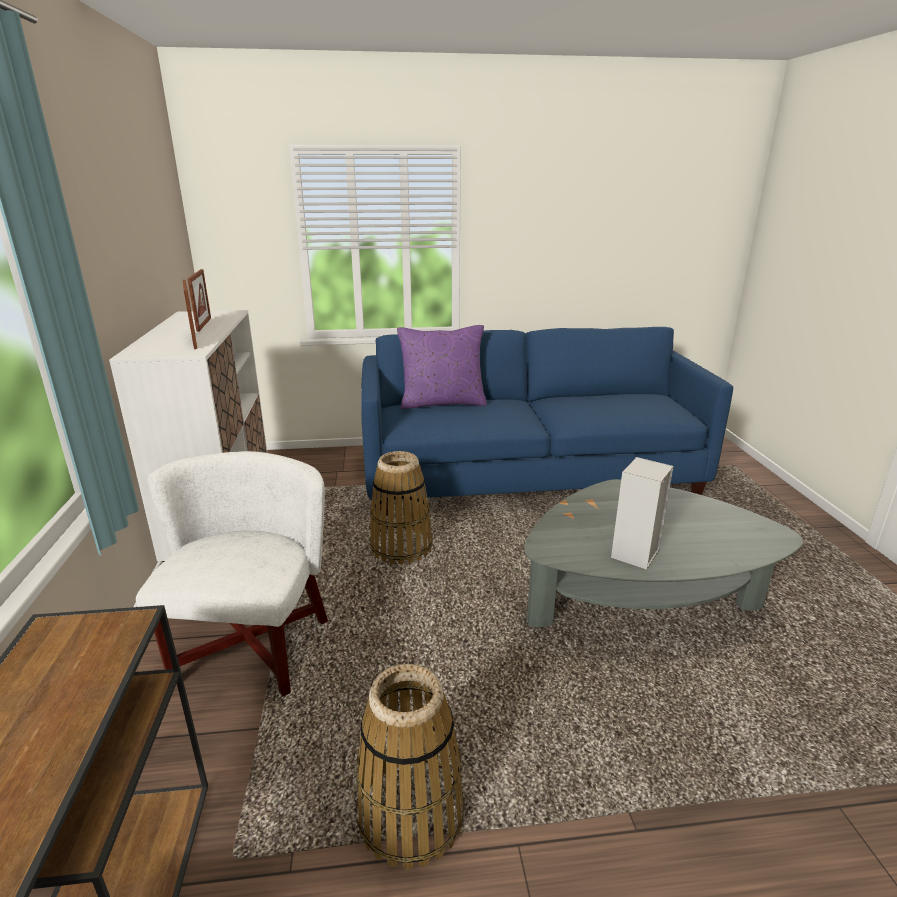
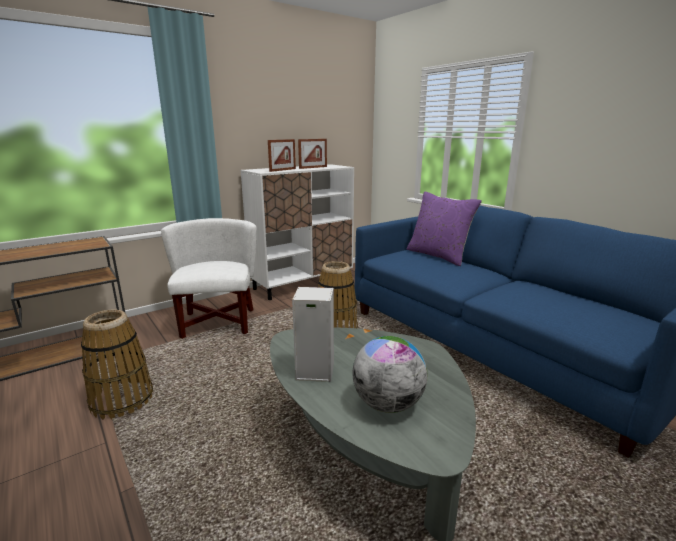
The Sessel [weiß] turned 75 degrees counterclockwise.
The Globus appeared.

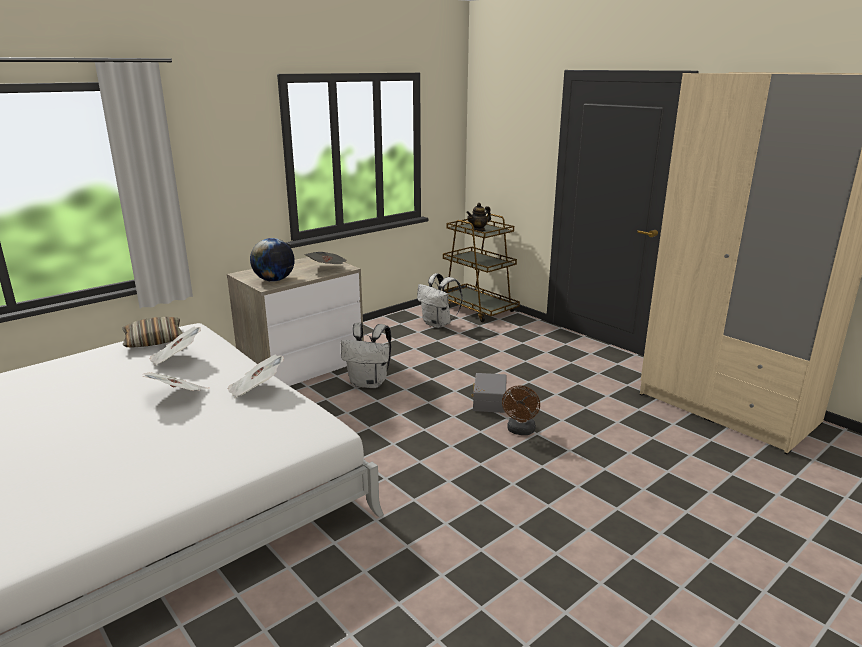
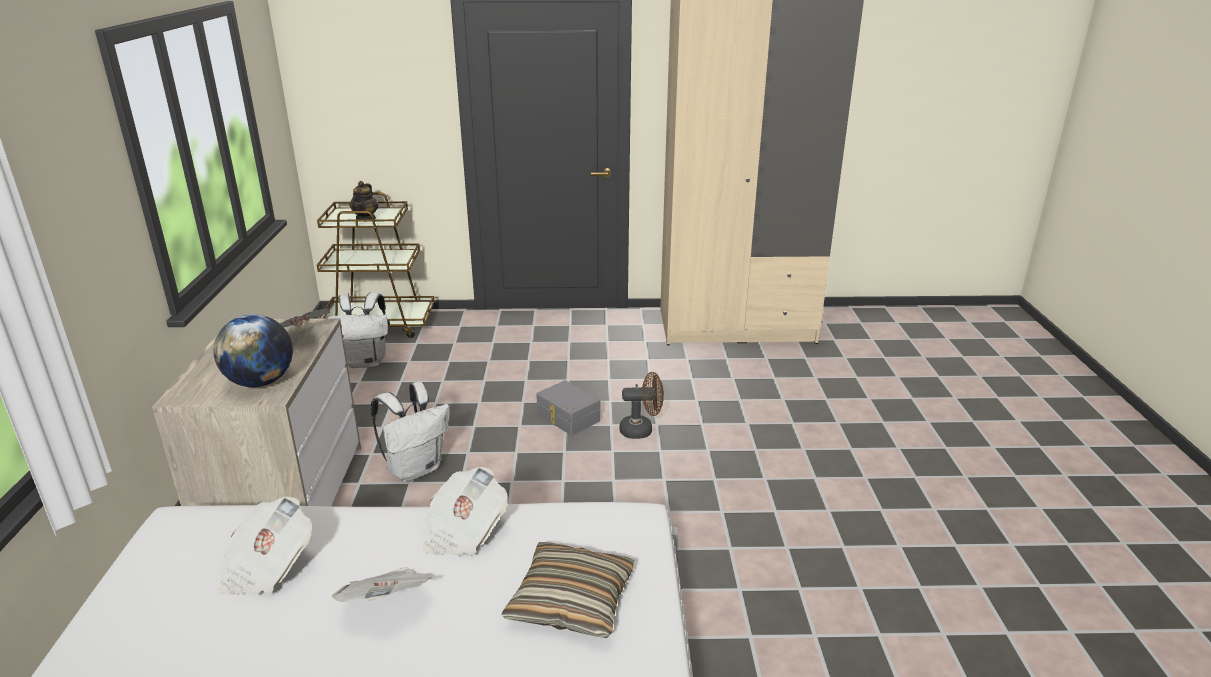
The Kissen moved.
The Ventilator [braun] turned 60 degrees counterclockwise.

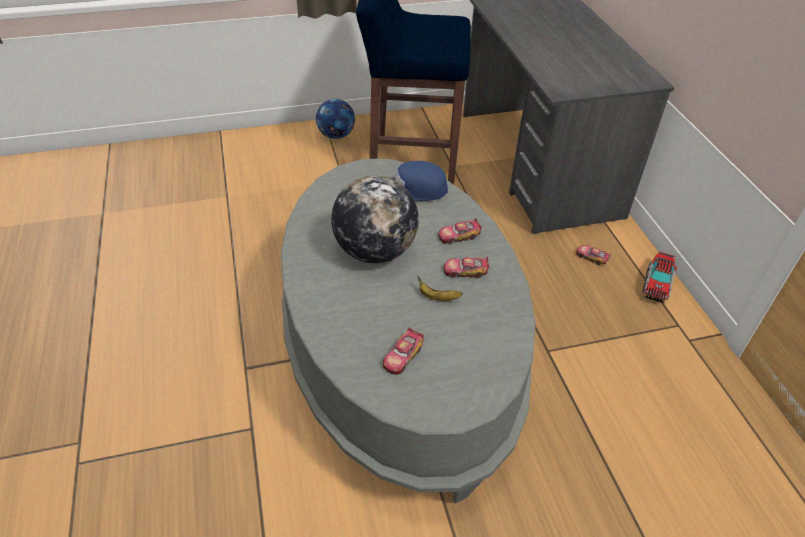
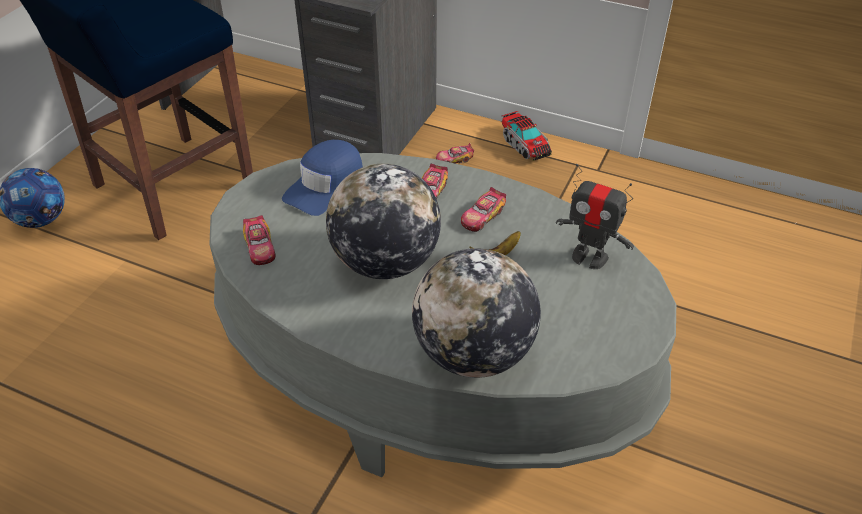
The Spielzeugauto (1st from left) moved.
The Globus (2nd from left) appeared.
The Spielzeugroboter appeared.

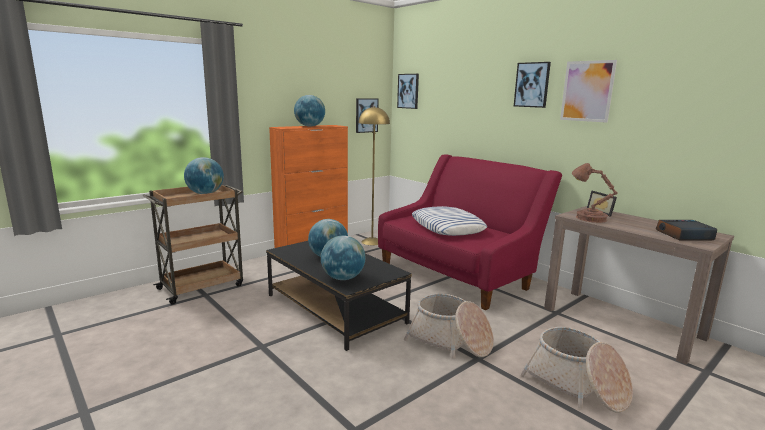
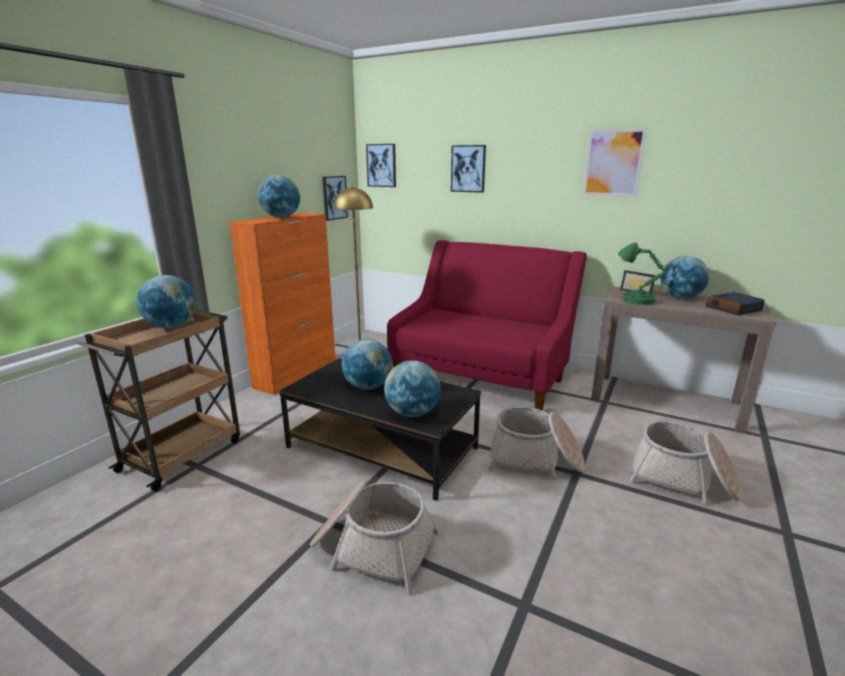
The Kissen disappeared.
The Bild (3rd from left) moved.
The Tischlampe [braun] became the Tischlampe [grün].
The Korb (1st from left) appeared.
The Globus (5th from left) appeared.

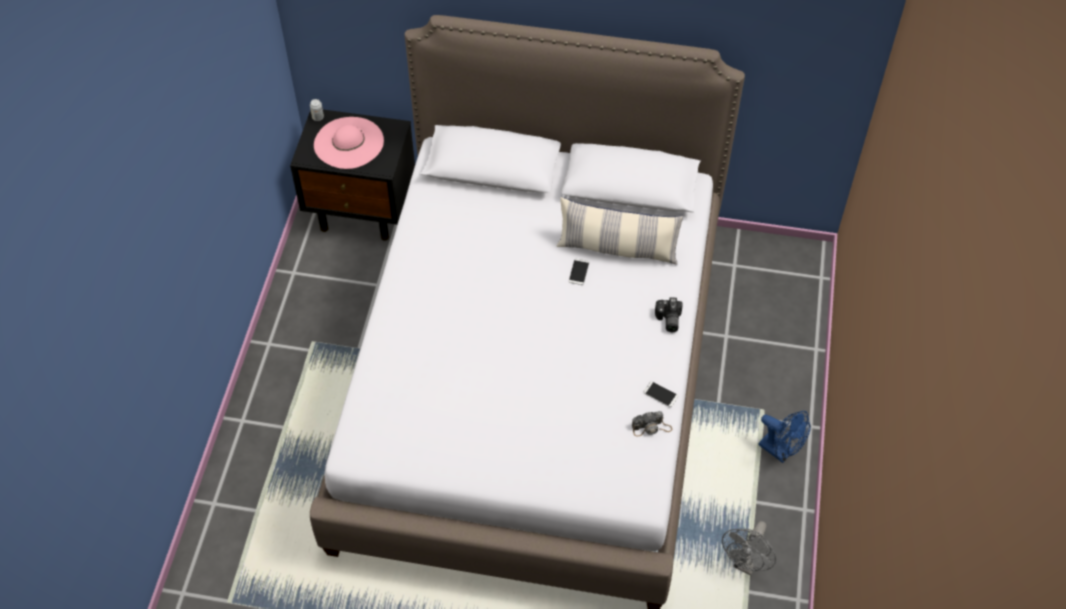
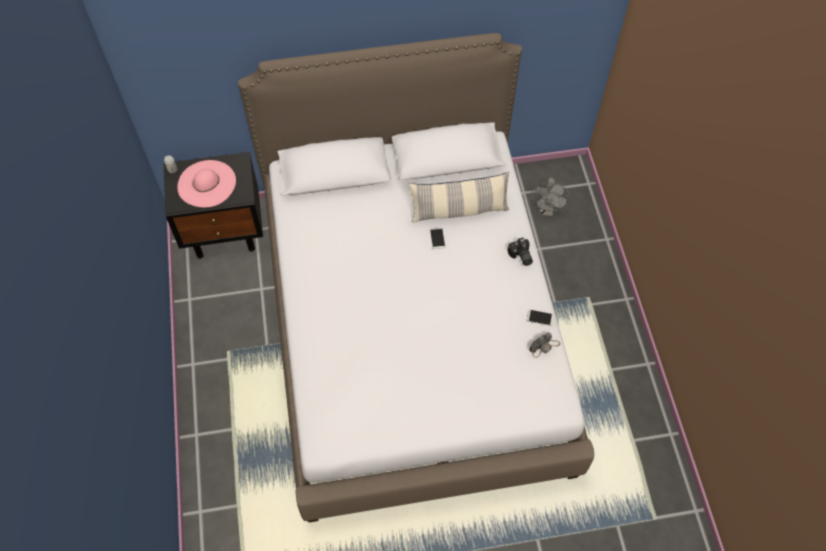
The Ventilator [grau] moved.
The Ventilator [blau] disappeared.

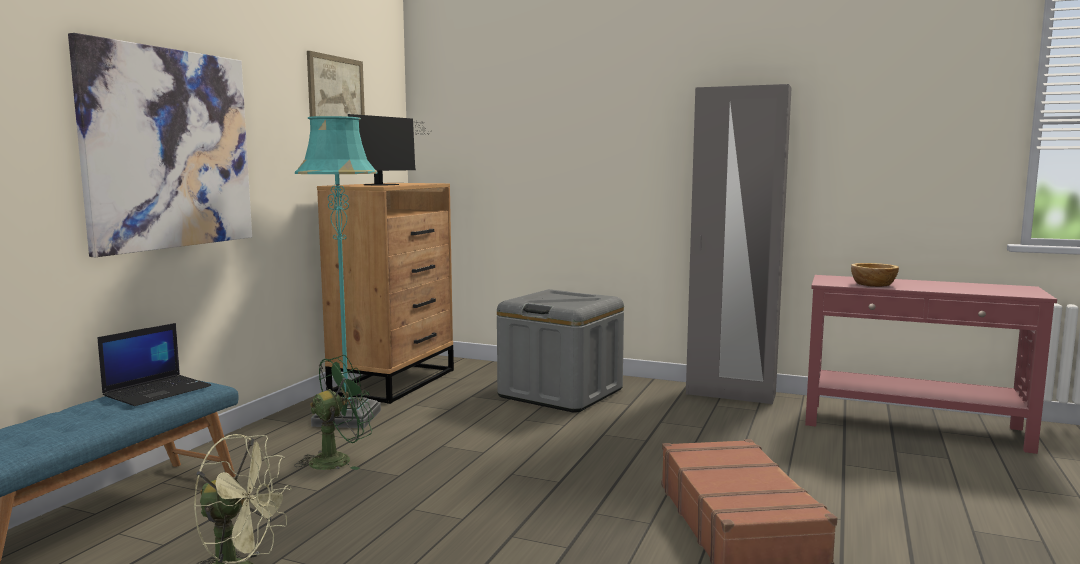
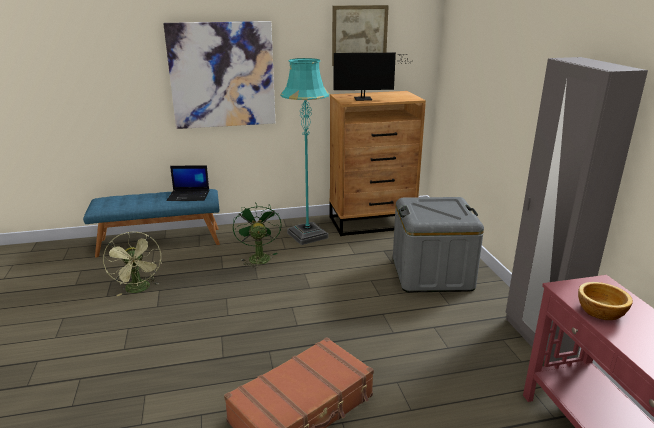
The Ventilator [grün] (2nd from left) turned 120 degrees counterclockwise.

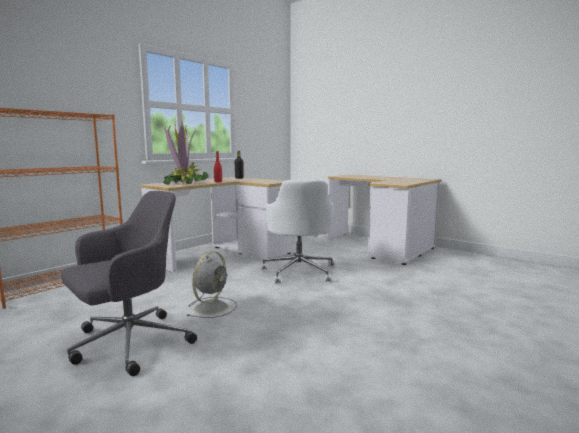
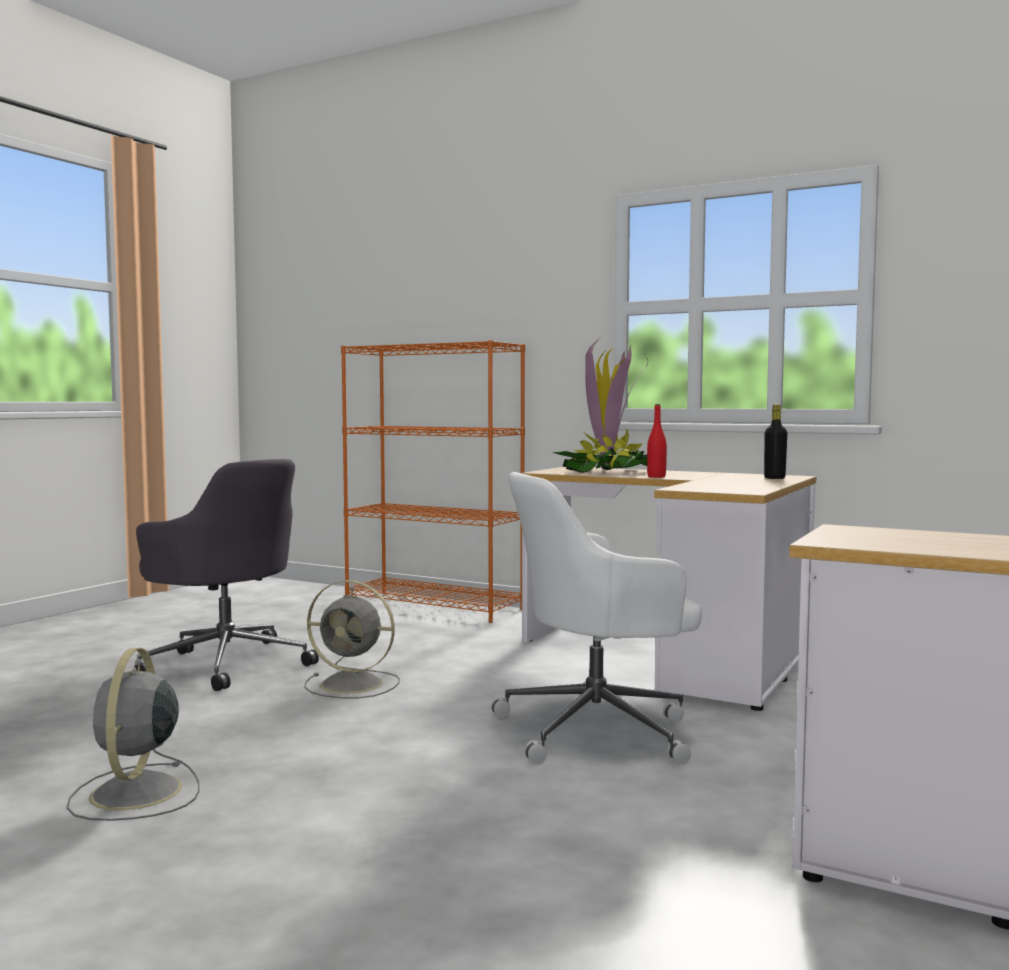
The Ventilator [grau] (1st from left) appeared.

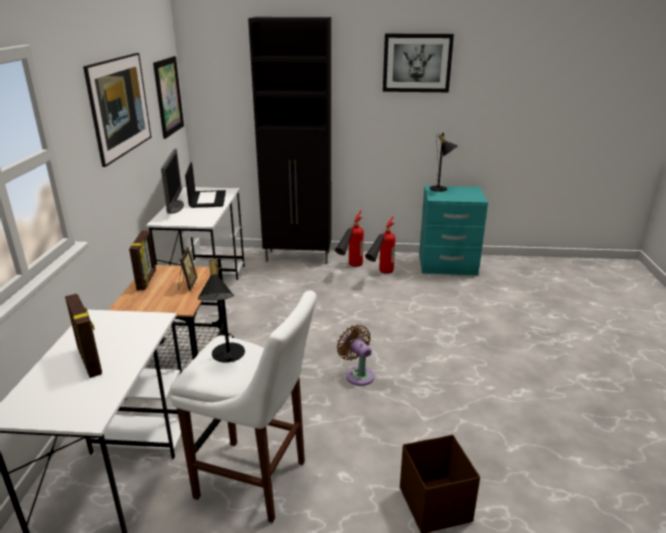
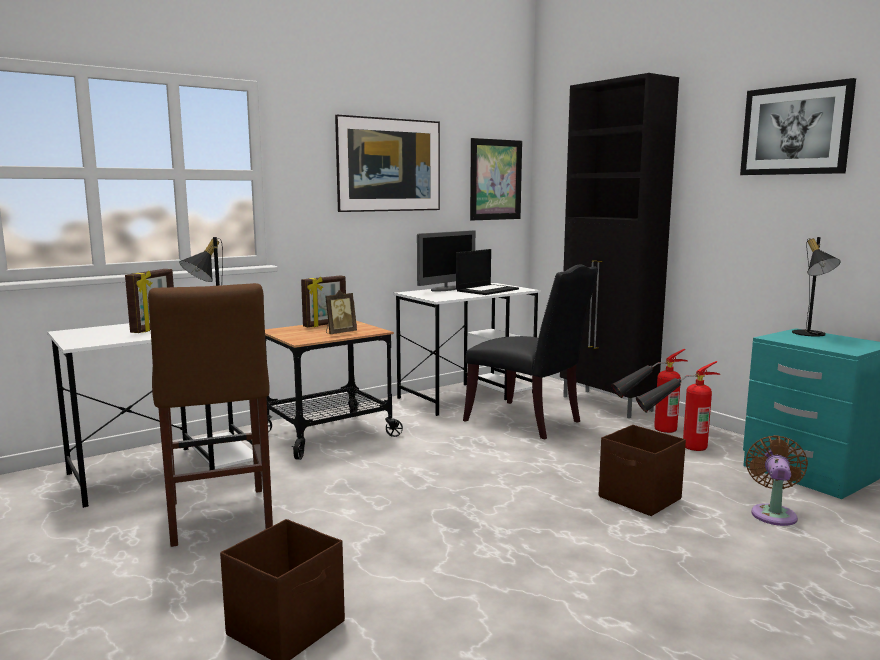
The Hocker [weiß] became the Hocker [braun].
The Ventilator [braun] moved.
The Stuhl [schwarz] appeared.
The Aufbewahrungsbox [braun] (2nd from left) appeared.

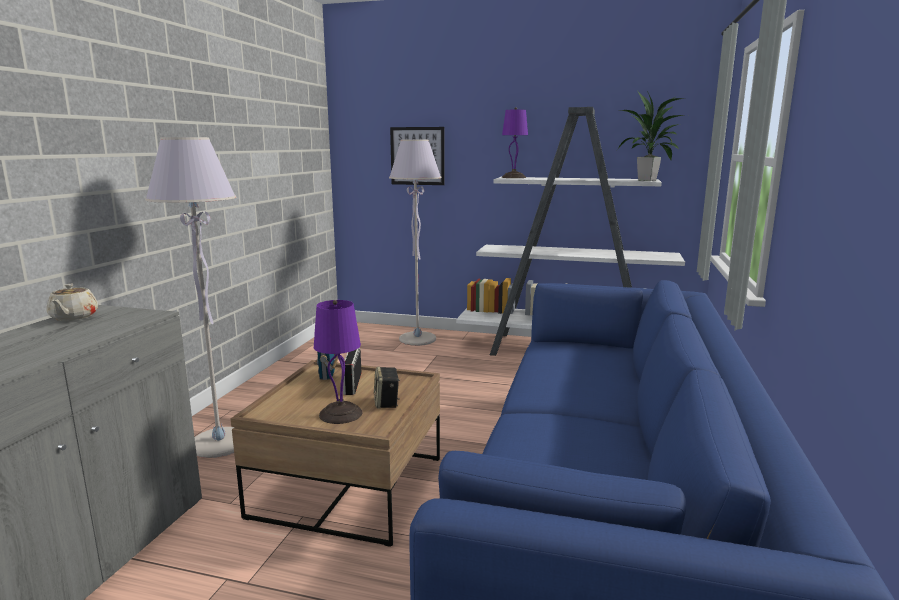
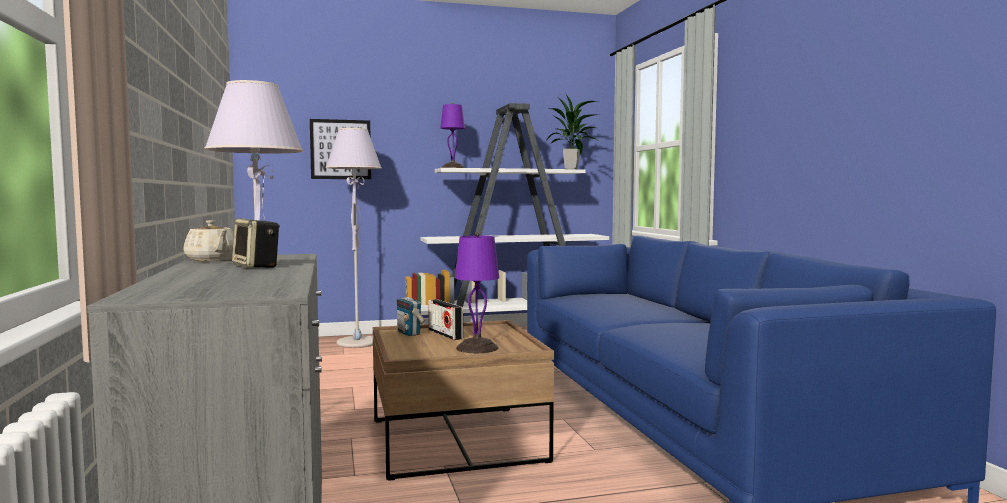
The Lautsprecher moved.

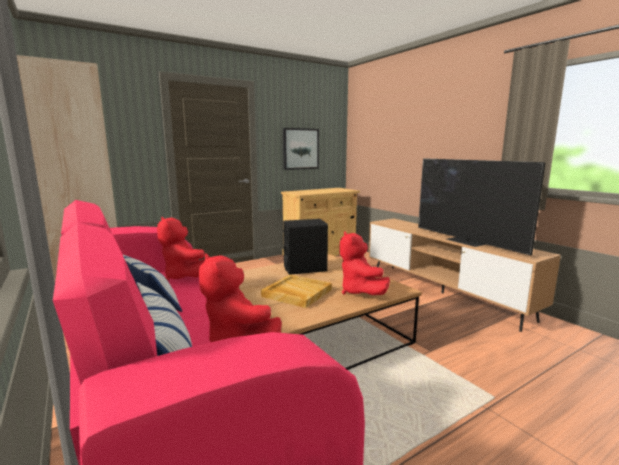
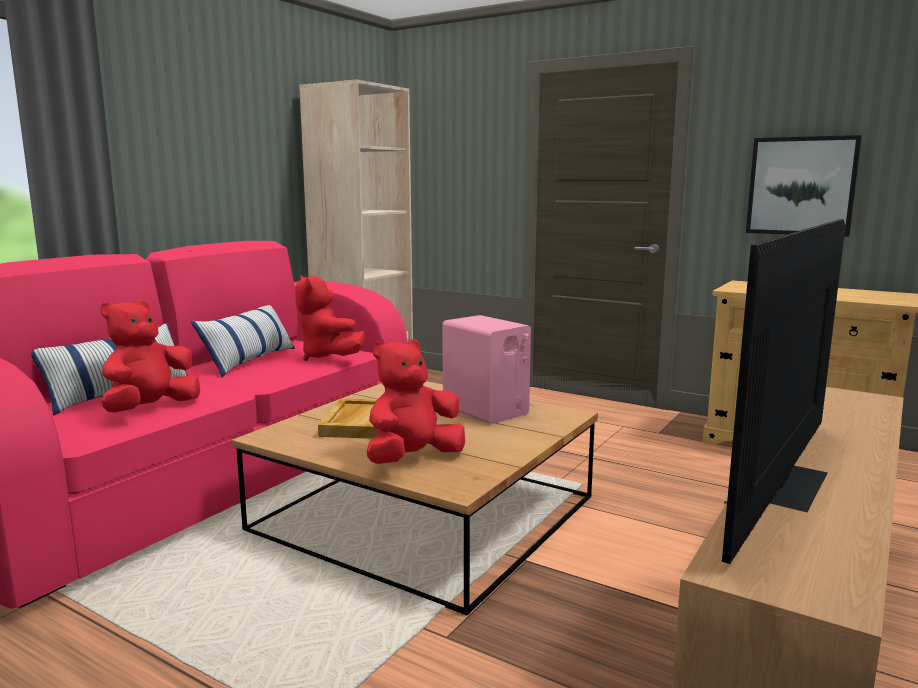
The Plüschtier [rot] (1st from left in the first image) turned 60 degrees counterclockwise.
The Lautsprecher [schwarz] became the Lautsprecher [rosa].

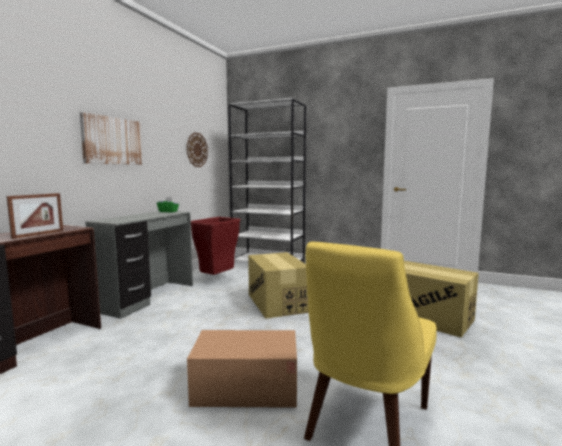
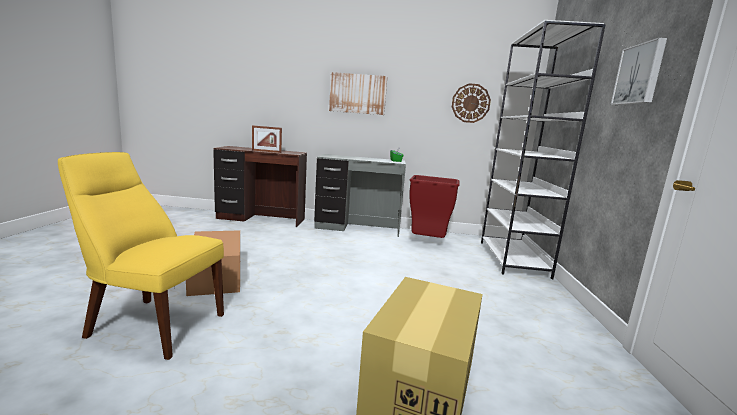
The Karton (2nd from left) disappeared.
The Bild (2nd from left) appeared.

